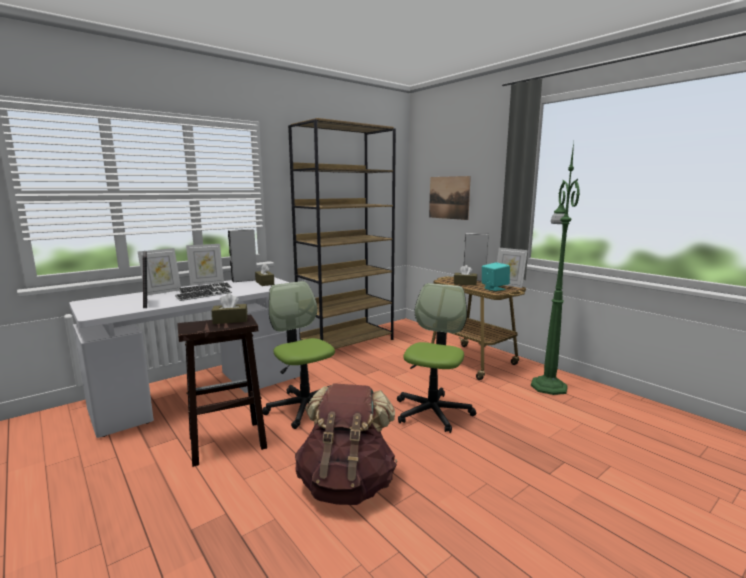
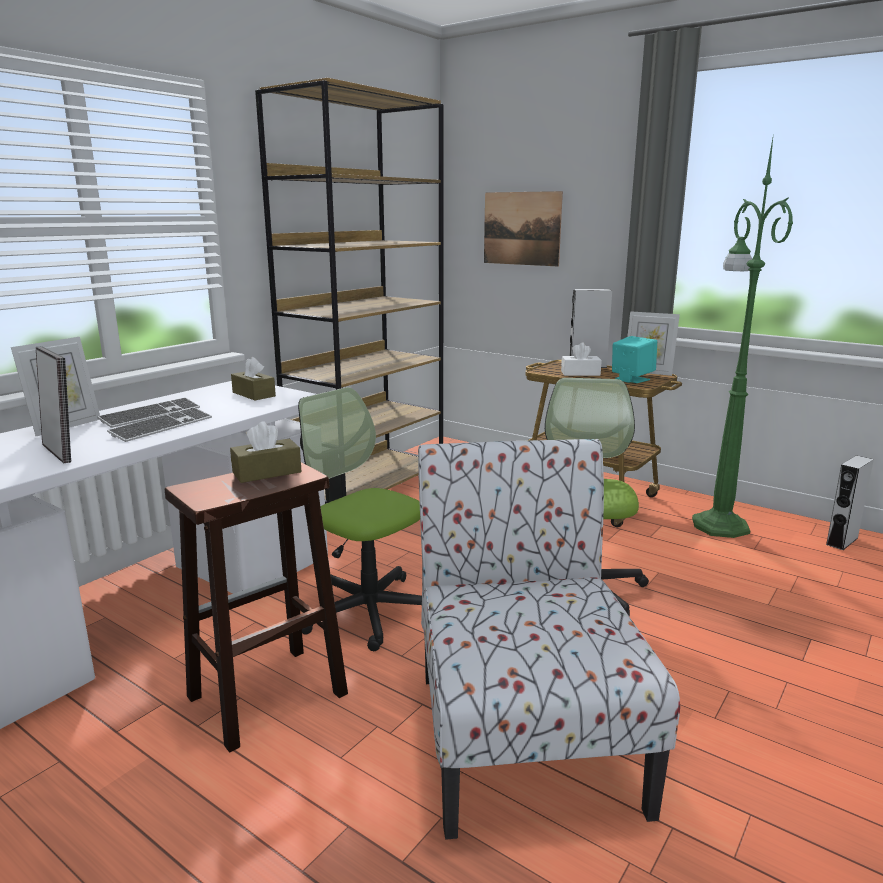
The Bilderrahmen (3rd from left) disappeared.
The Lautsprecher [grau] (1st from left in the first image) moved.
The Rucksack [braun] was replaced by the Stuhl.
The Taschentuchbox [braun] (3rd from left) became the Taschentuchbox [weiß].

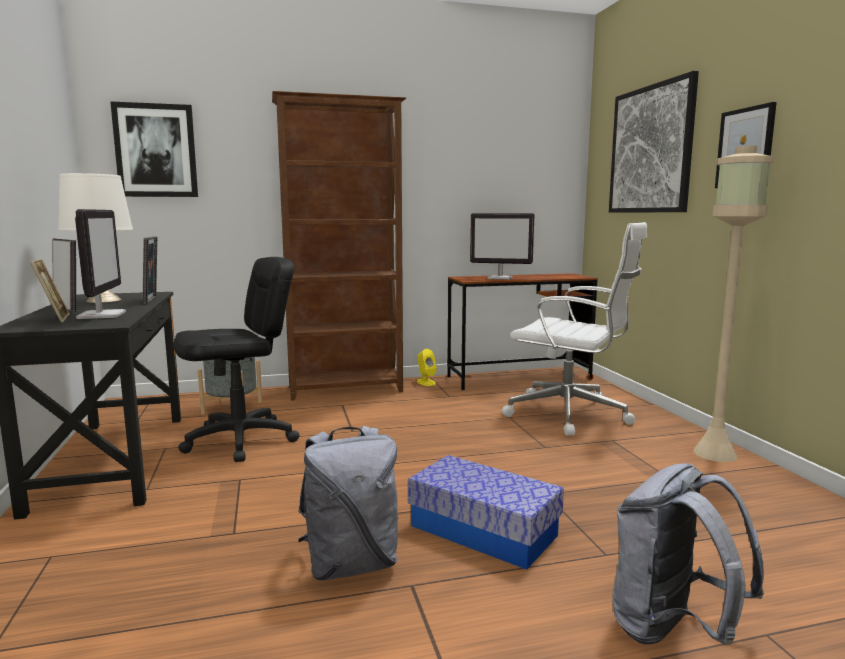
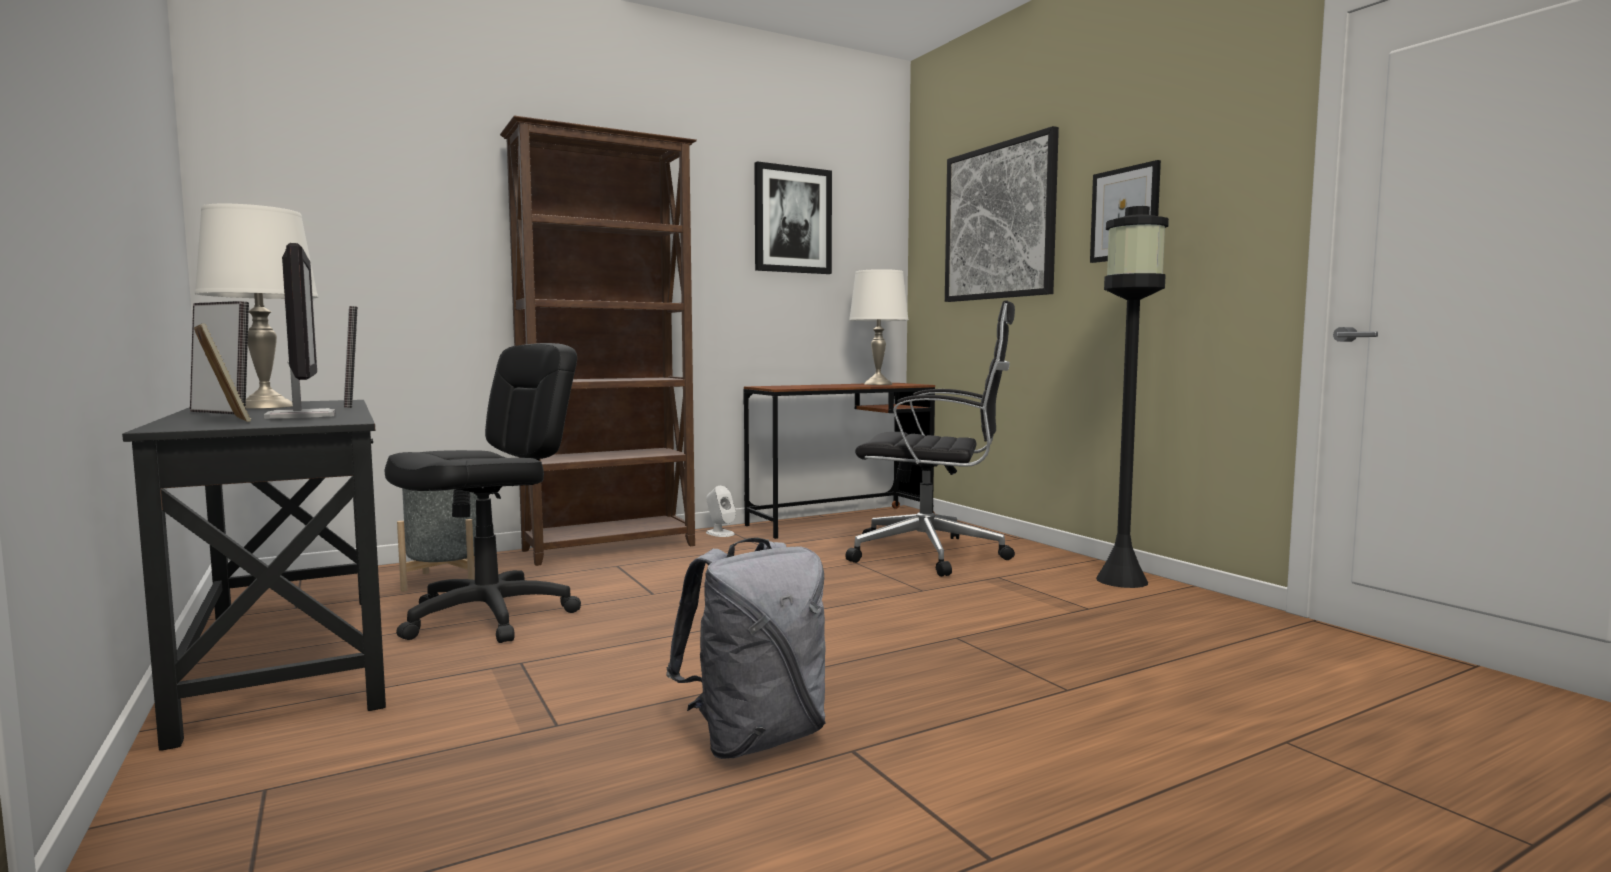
The Bild (1st from left) moved.
The Aufbewahrungsbox disappeared.
The Lautsprecher [gelb] became the Lautsprecher [weiß].
The Monitor (2nd from left) disappeared.
The Bürostuhl [weiß] became the Bürostuhl [schwarz] (2nd from left).
The Rucksack [grau] (2nd from left) disappeared.
The Stehlampe [beige] became the Stehlampe [schwarz].
The Tischlampe [weiß] (2nd from left) appeared.

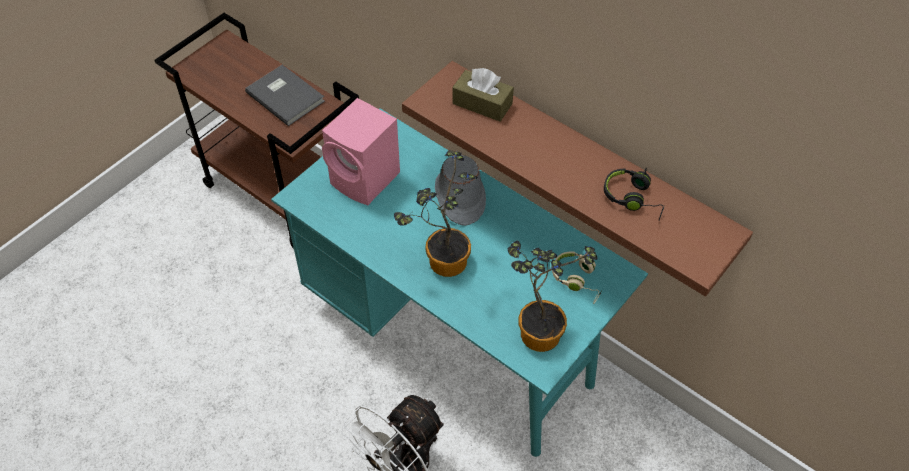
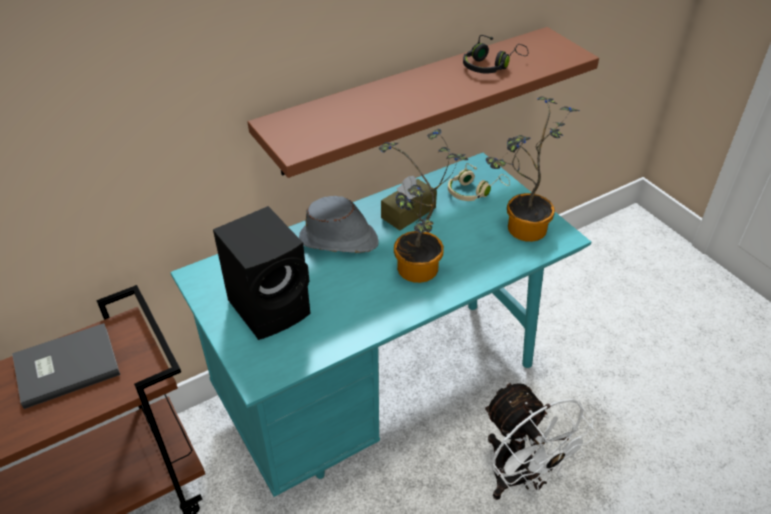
The Lautsprecher [rosa] became the Lautsprecher [schwarz].
The Taschentuchbox [braun] moved.

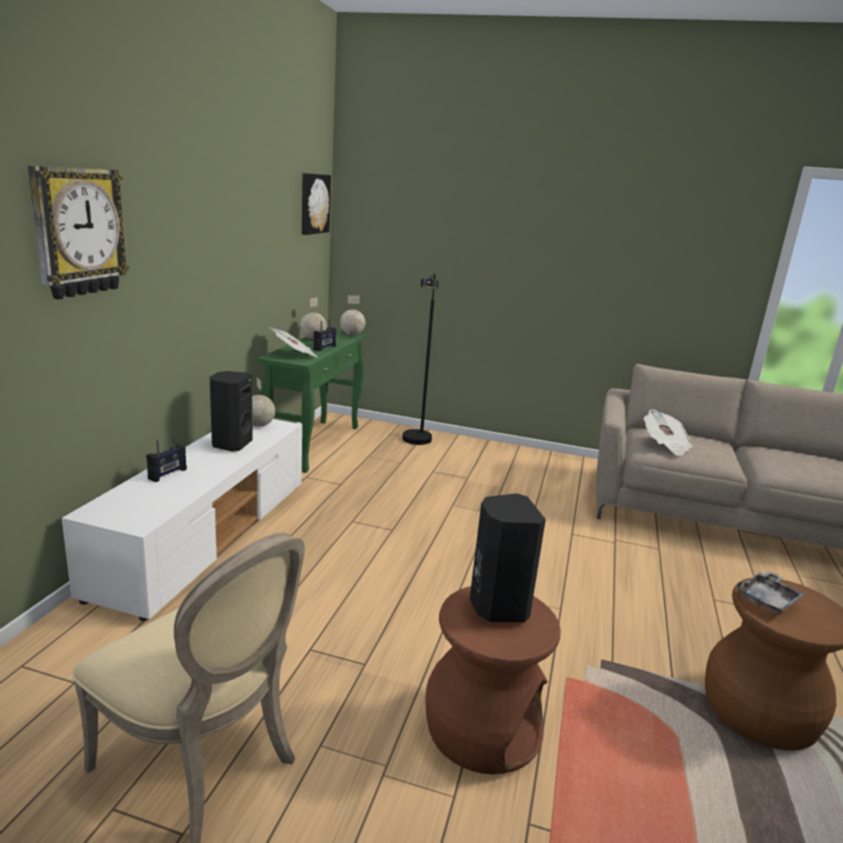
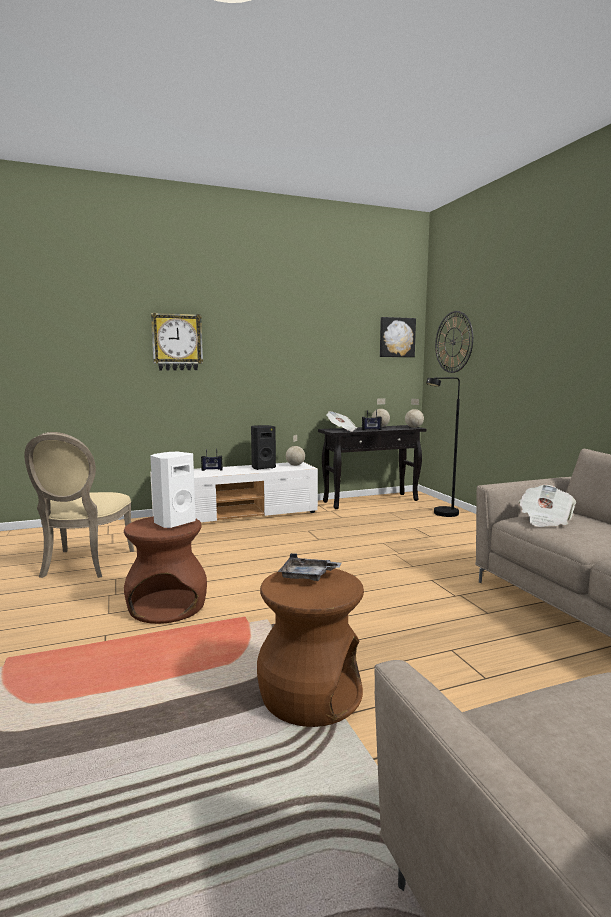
The Konsolentisch [grün] became the Konsolentisch [schwarz].
The Lautsprecher [schwarz] (2nd from left) became the Lautsprecher [weiß].
The Wanduhr (2nd from left) appeared.

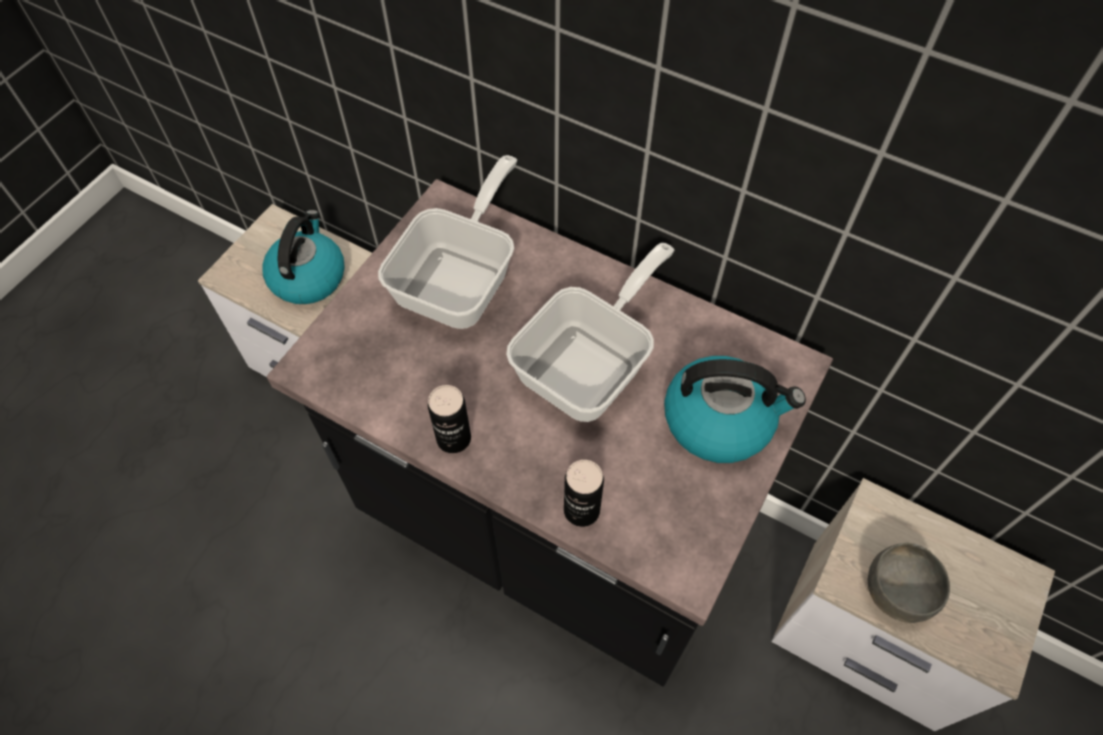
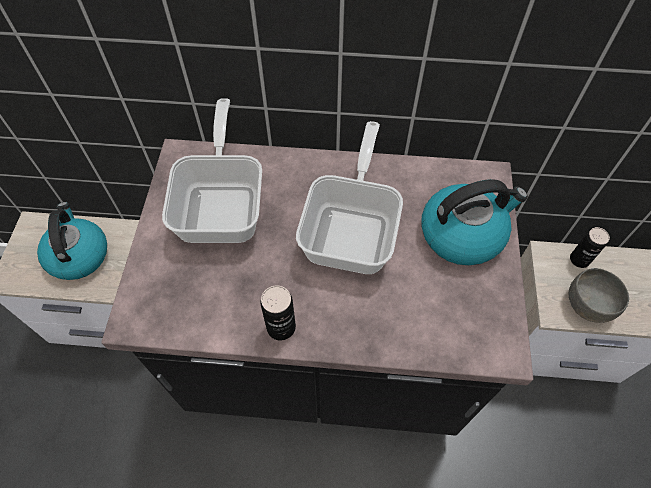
The Dose (2nd from left) moved.

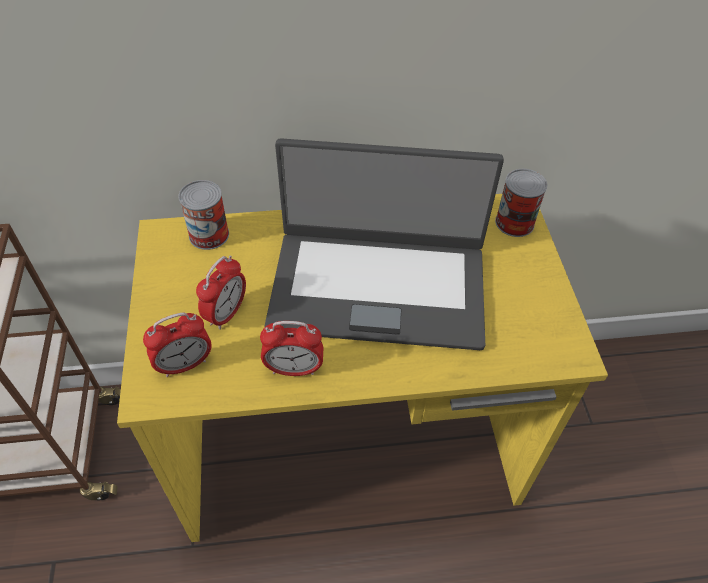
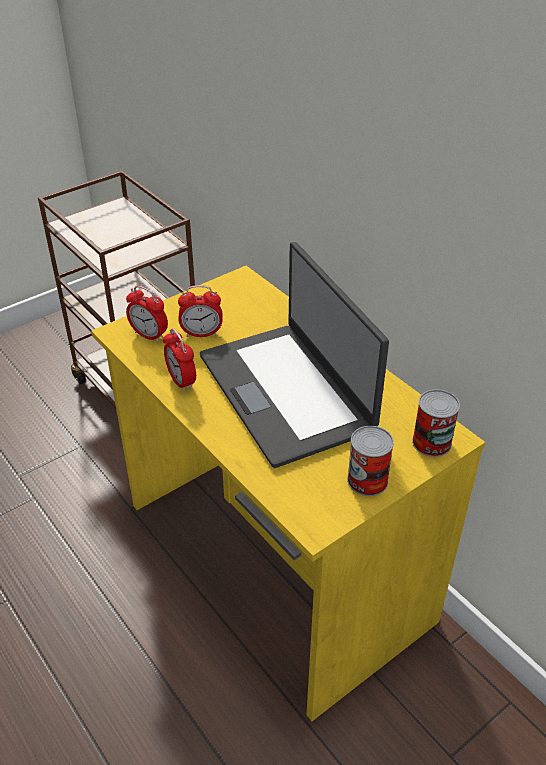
The Dose (1st from left) moved.

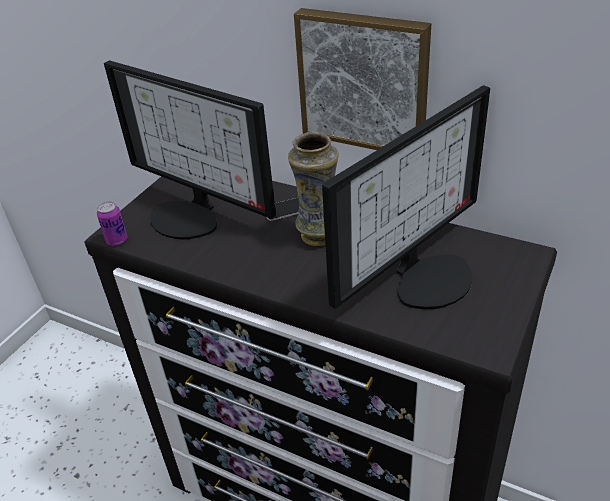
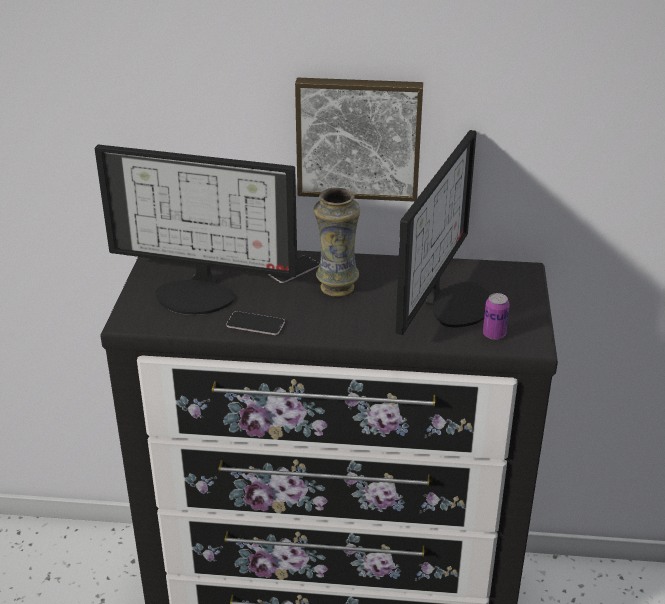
The Dose moved.
The Handy (1st from left) appeared.

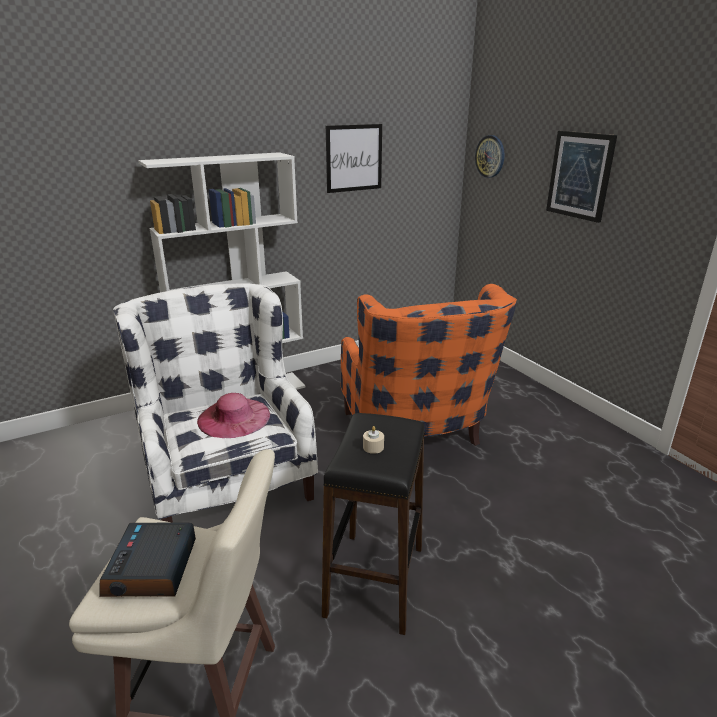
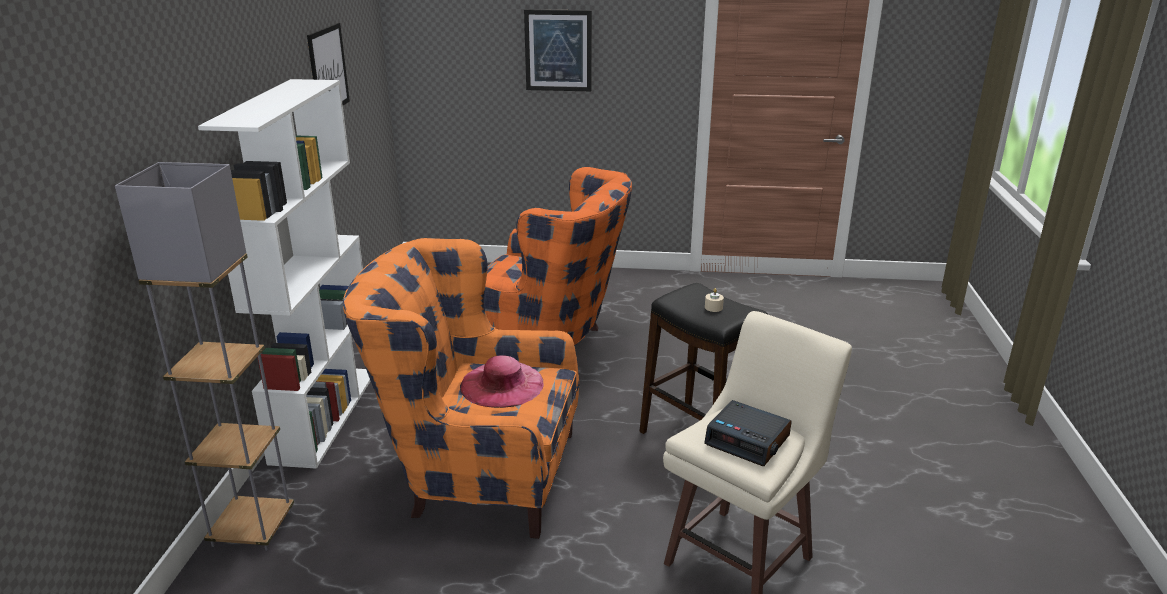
The Sessel [weiß] became the Sessel [orange] (1st from left).
The Wanduhr disappeared.
The Stehlampe [grau] appeared.

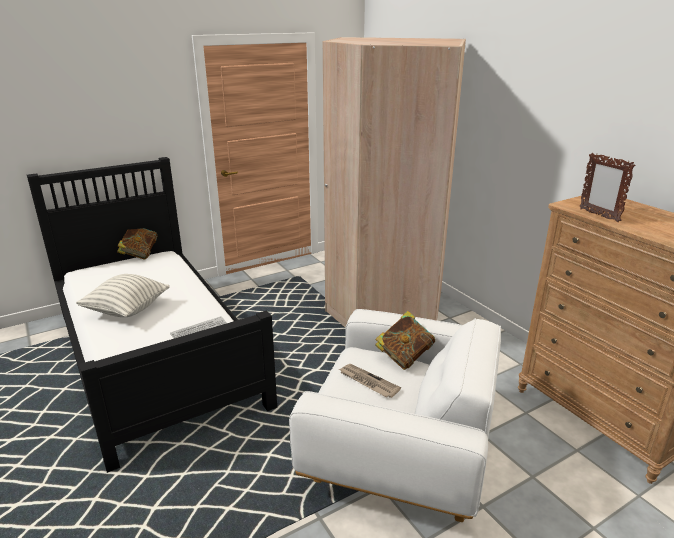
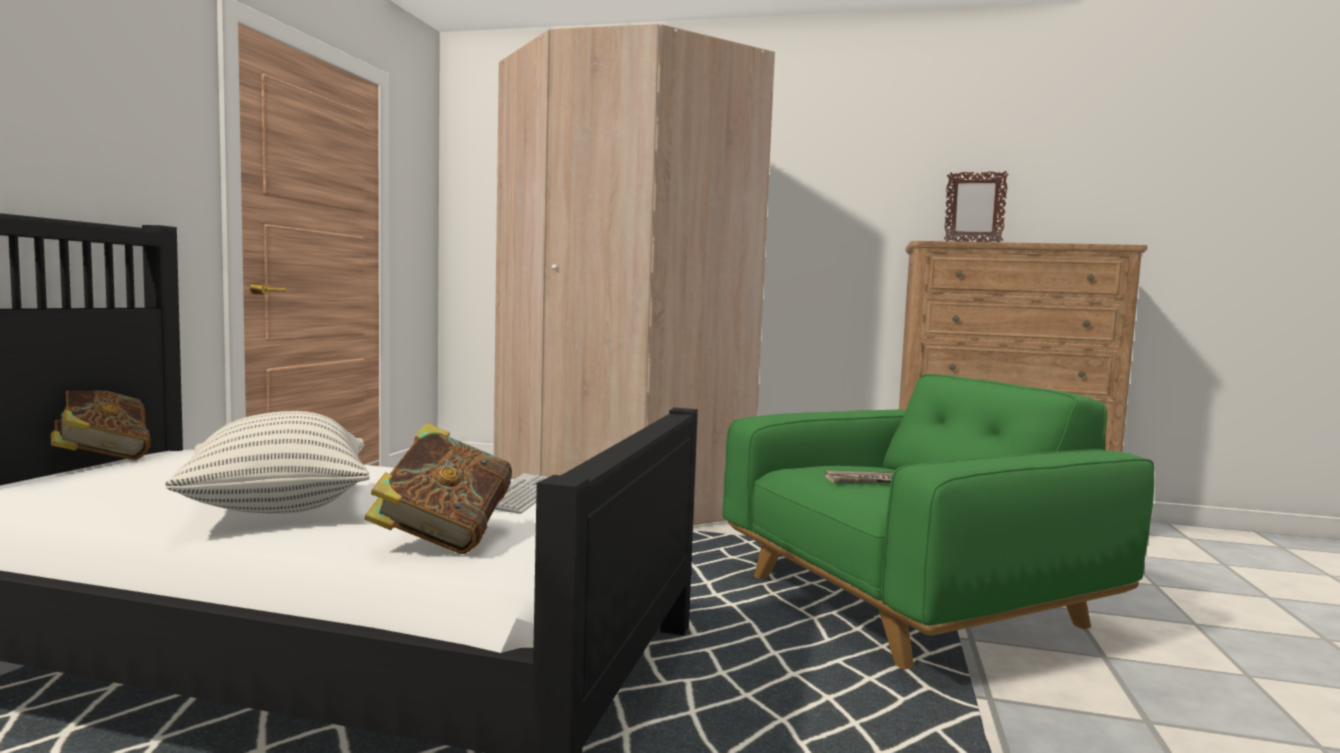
The Sessel [weiß] became the Sessel [grün].
The Buch (2nd from left) moved.

